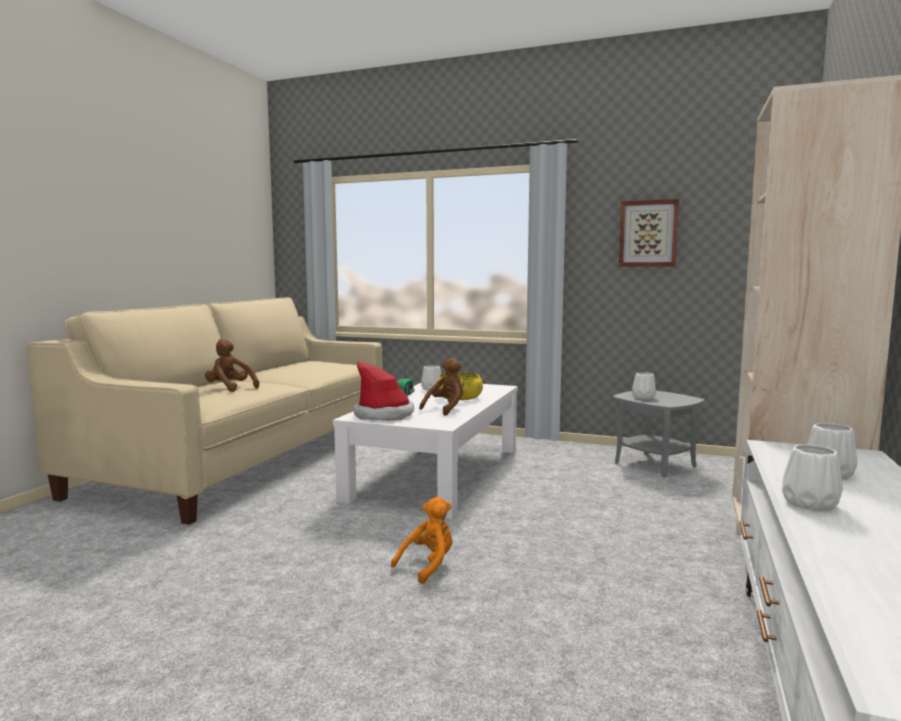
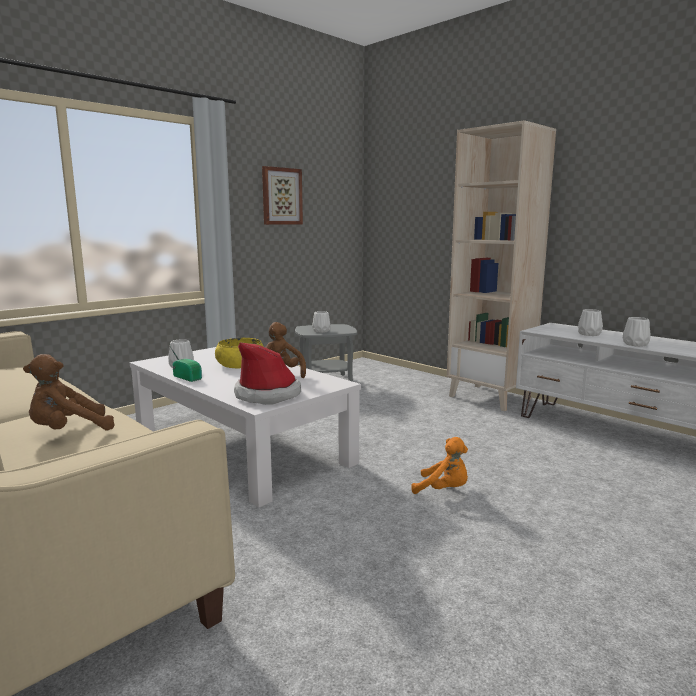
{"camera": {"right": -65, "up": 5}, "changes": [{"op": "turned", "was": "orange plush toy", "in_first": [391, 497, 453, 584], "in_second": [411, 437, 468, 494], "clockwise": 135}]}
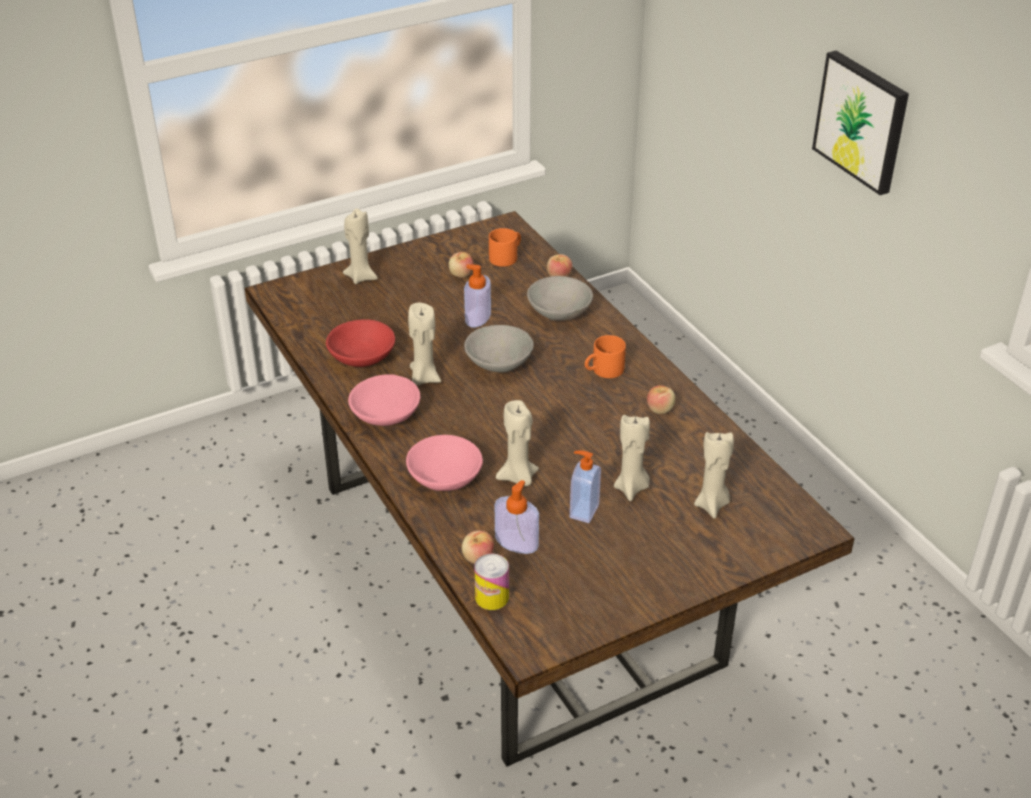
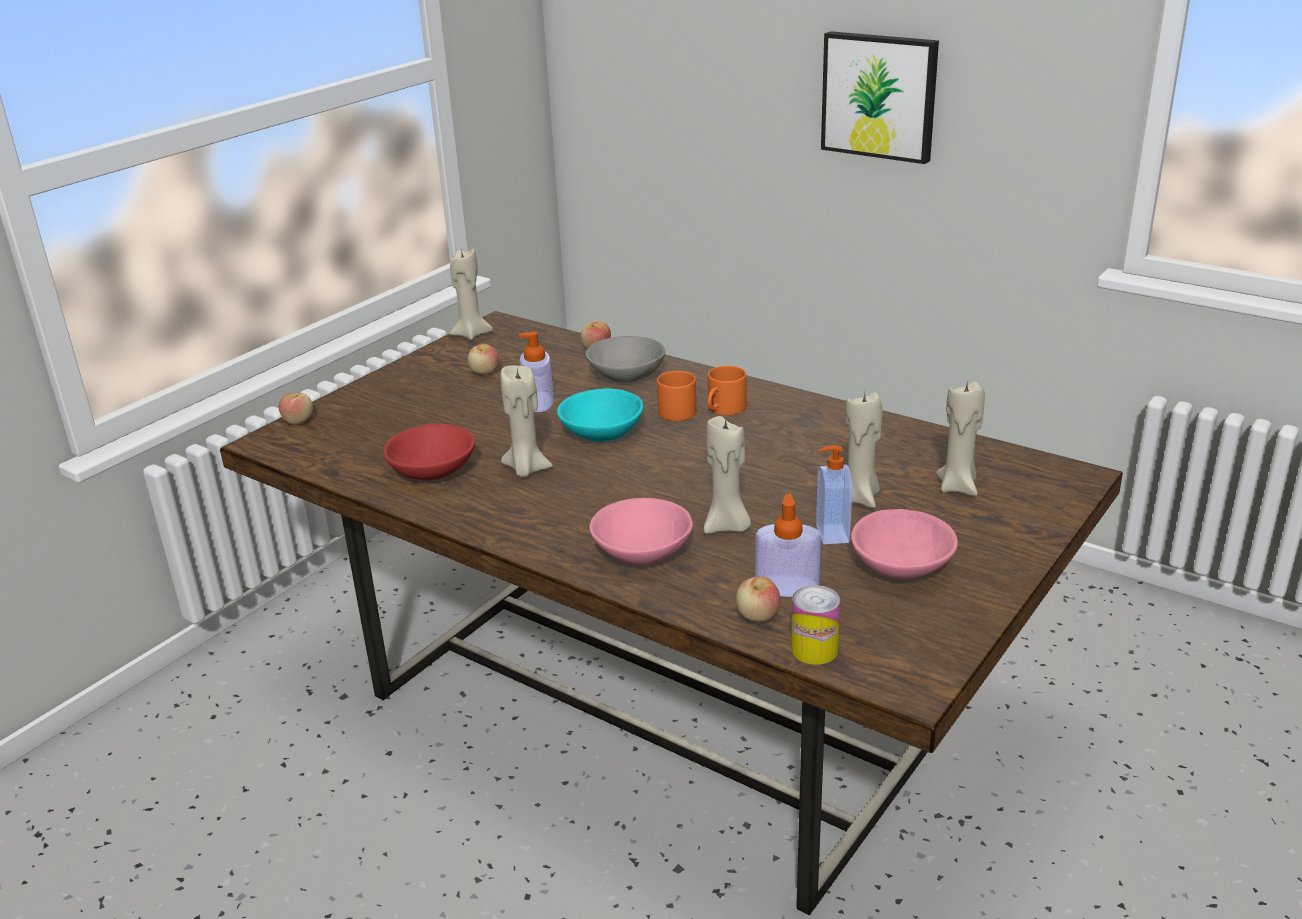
{"camera": {"right": -25, "up": -10}, "changes": [{"op": "moved", "was": "beige candle", "in_first": [343, 208, 378, 284], "in_second": [449, 249, 493, 340]}, {"op": "moved", "was": "pink bowl", "in_first": [348, 374, 420, 426], "in_second": [851, 509, 958, 580]}, {"op": "recoloured", "was": "grey bowl", "now": "turquoise bowl", "in_first": [464, 325, 534, 373], "in_second": [557, 388, 643, 442]}, {"op": "moved", "was": "orange mug", "in_first": [489, 228, 521, 267], "in_second": [657, 371, 696, 421]}, {"op": "moved", "was": "apple", "in_first": [647, 385, 675, 414], "in_second": [279, 393, 313, 425]}]}
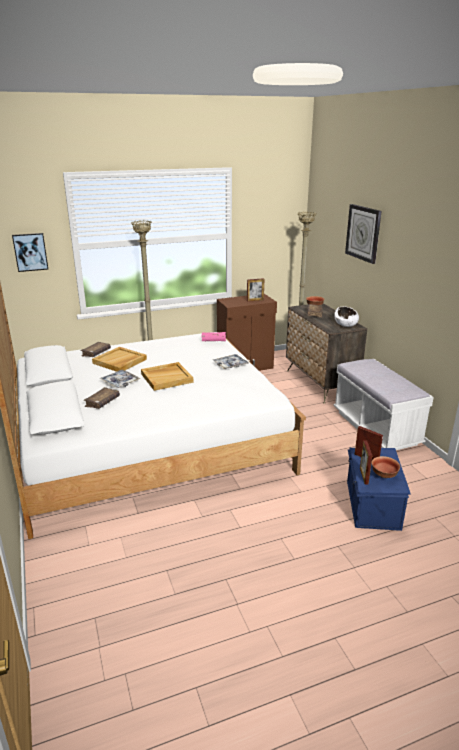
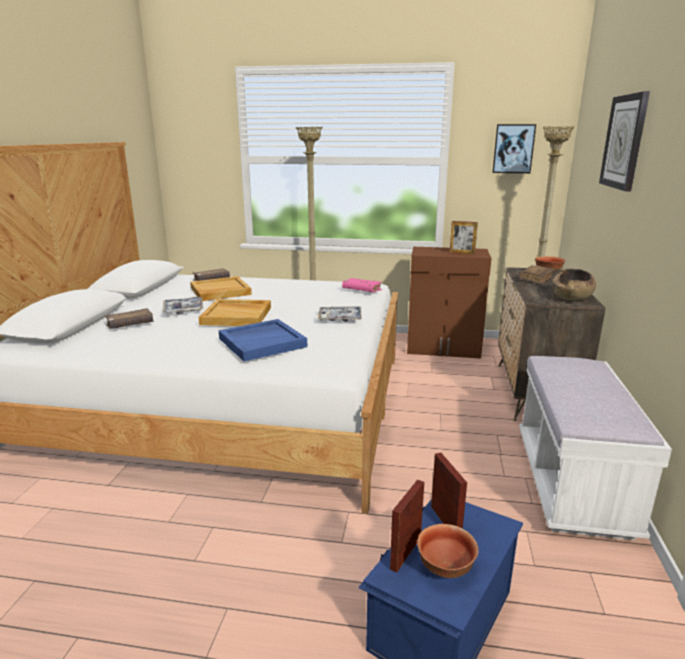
{"camera": {"right": 30, "up": -5}, "changes": [{"op": "moved", "was": "picture", "in_first": [12, 233, 48, 272], "in_second": [492, 124, 536, 173]}, {"op": "recoloured", "was": "white bowl", "now": "brown bowl", "in_first": [334, 306, 359, 327], "in_second": [552, 268, 596, 300]}, {"op": "added", "now": "blue tray", "in_second": [219, 319, 307, 361]}]}
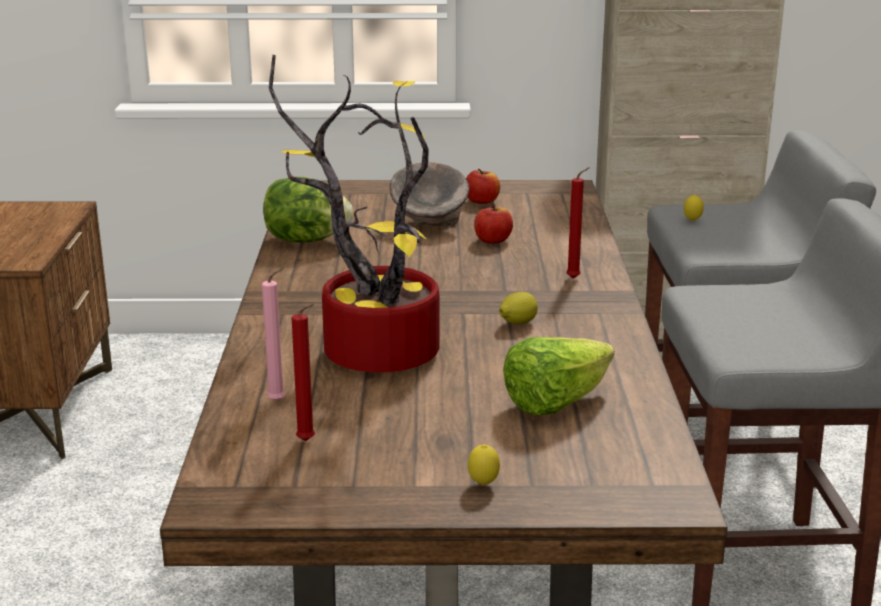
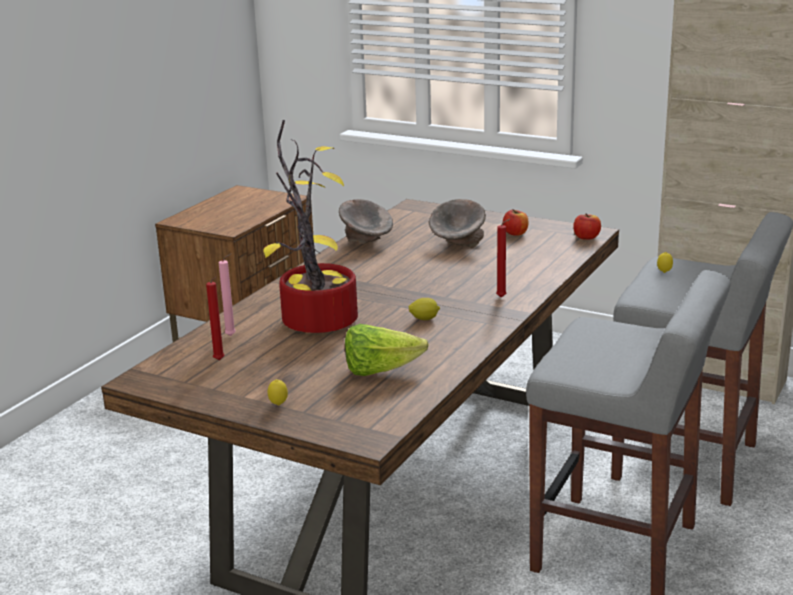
{"camera": {"right": 30, "up": 0}, "changes": [{"op": "replaced", "was": "lettuce", "now": "grey bowl", "in_first": [263, 177, 353, 242], "in_second": [339, 199, 393, 244]}, {"op": "moved", "was": "apple", "in_first": [474, 206, 513, 244], "in_second": [573, 214, 601, 240]}]}
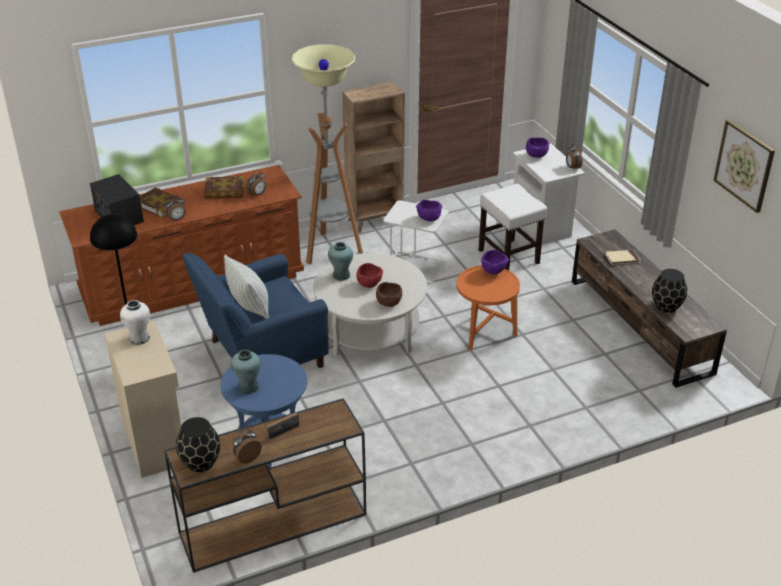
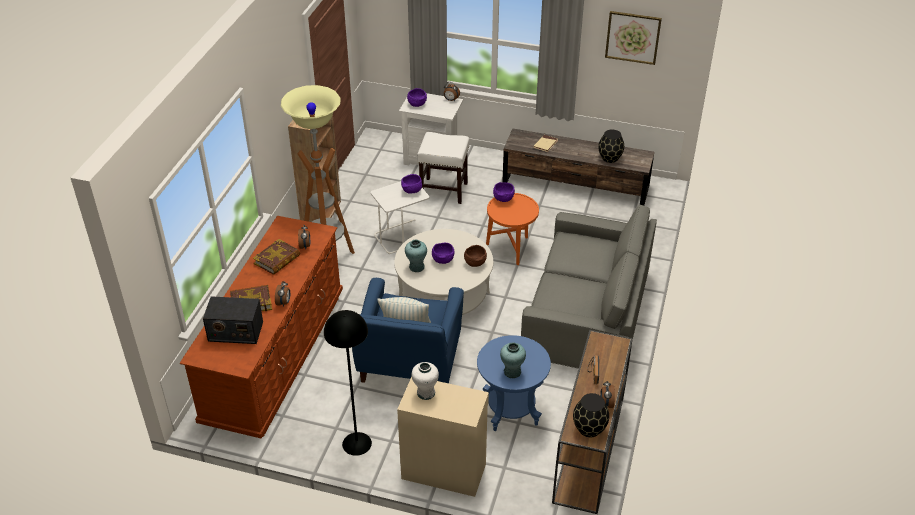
{"camera": {"right": -50, "up": 5}, "changes": [{"op": "recoloured", "was": "red bowl", "now": "purple bowl", "in_first": [356, 263, 383, 288], "in_second": [432, 243, 454, 264]}, {"op": "added", "now": "grey sofa", "in_second": [521, 205, 657, 371]}]}
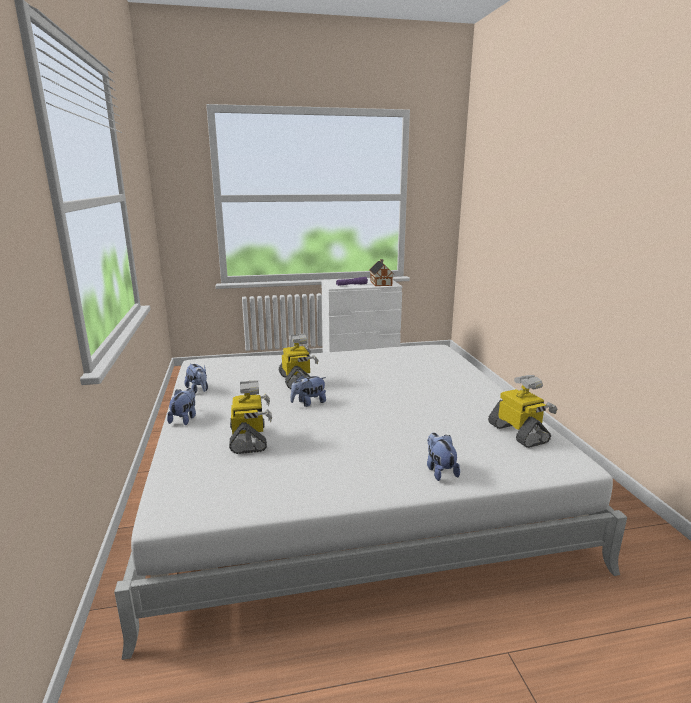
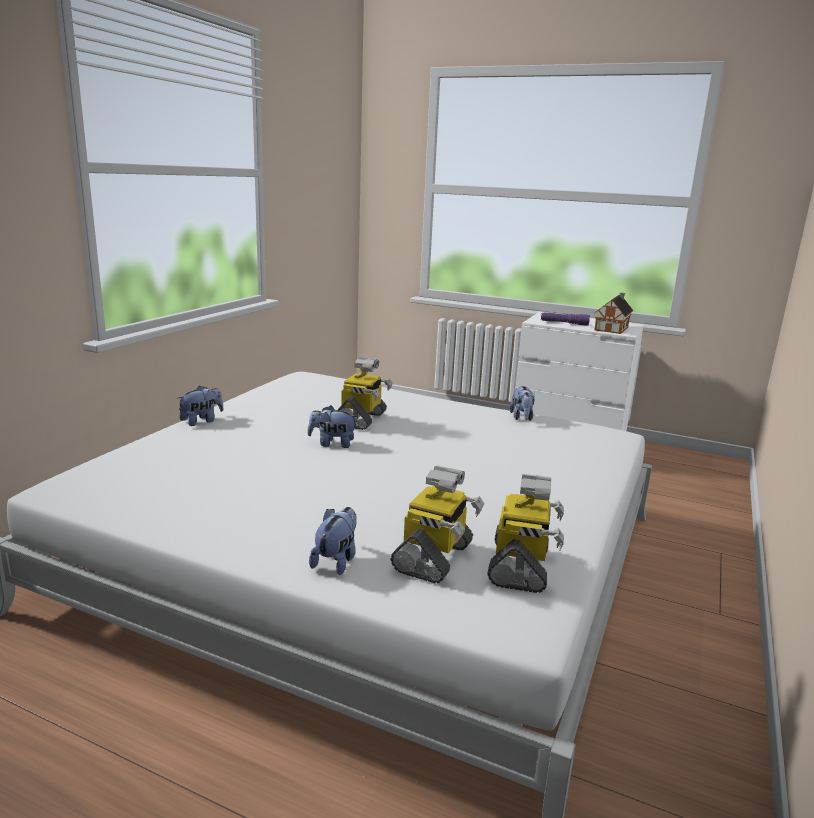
{"camera": {"right": 35, "up": 0}, "changes": [{"op": "moved", "was": "plush toy", "in_first": [185, 364, 208, 393], "in_second": [509, 386, 535, 421]}, {"op": "moved", "was": "toy robot", "in_first": [229, 380, 272, 454], "in_second": [391, 466, 484, 584]}]}
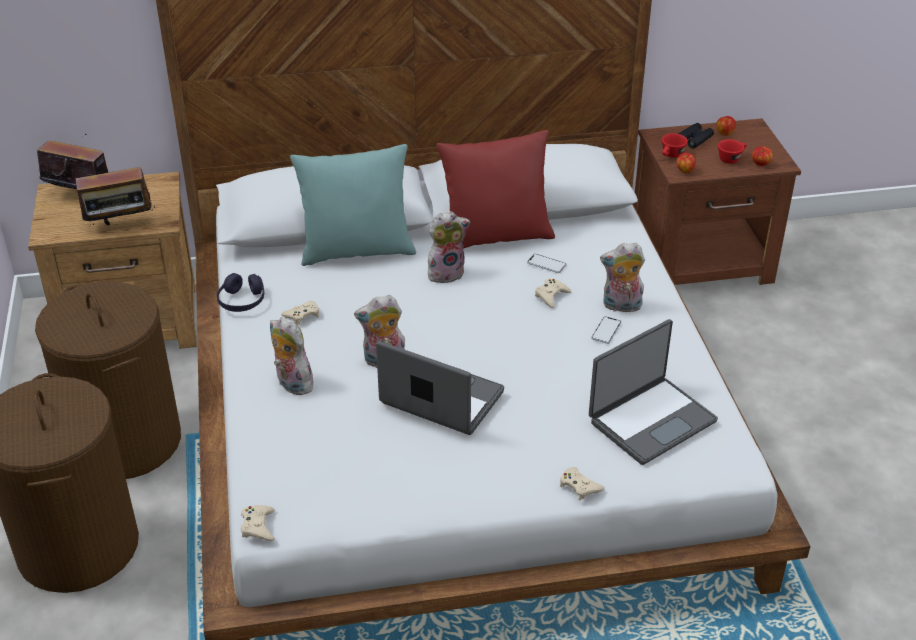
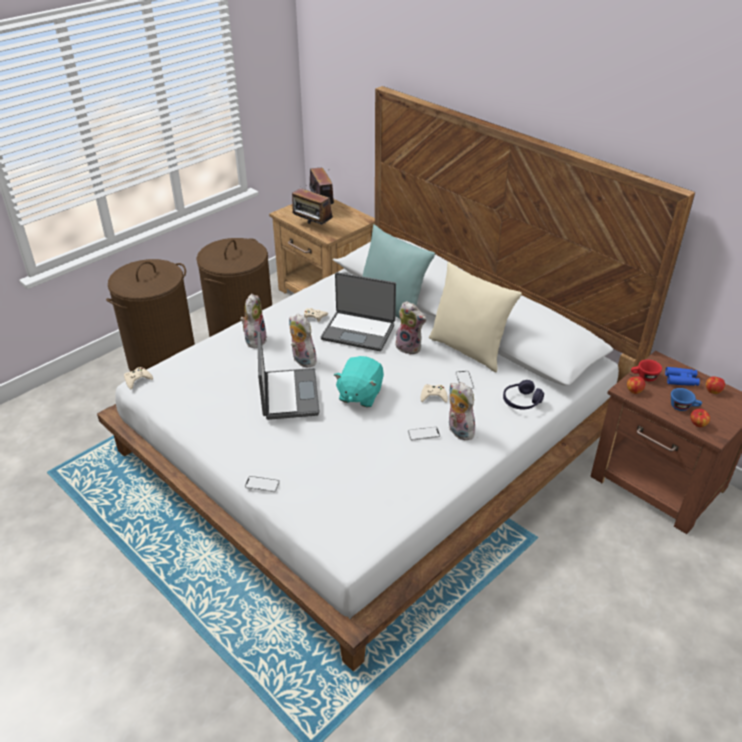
{"camera": {"right": 55, "up": 0}, "changes": [{"op": "moved", "was": "purple headphones", "in_first": [217, 273, 264, 312], "in_second": [503, 380, 544, 409]}, {"op": "recoloured", "was": "red pillow", "now": "beige pillow", "in_first": [437, 130, 555, 249], "in_second": [429, 262, 522, 373]}, {"op": "replaced", "was": "beige game controller", "now": "phone", "in_first": [560, 467, 605, 500], "in_second": [245, 476, 280, 492]}, {"op": "moved", "was": "laptop", "in_first": [589, 319, 718, 465], "in_second": [321, 272, 396, 351]}, {"op": "recoloured", "was": "black binoculars", "now": "blue binoculars", "in_first": [678, 123, 714, 149], "in_second": [665, 367, 700, 386]}, {"op": "recoloured", "was": "red cup", "now": "blue cup", "in_first": [718, 139, 747, 164], "in_second": [671, 388, 702, 411]}, {"op": "added", "now": "turquoise plush toy", "in_second": [334, 356, 384, 408]}]}
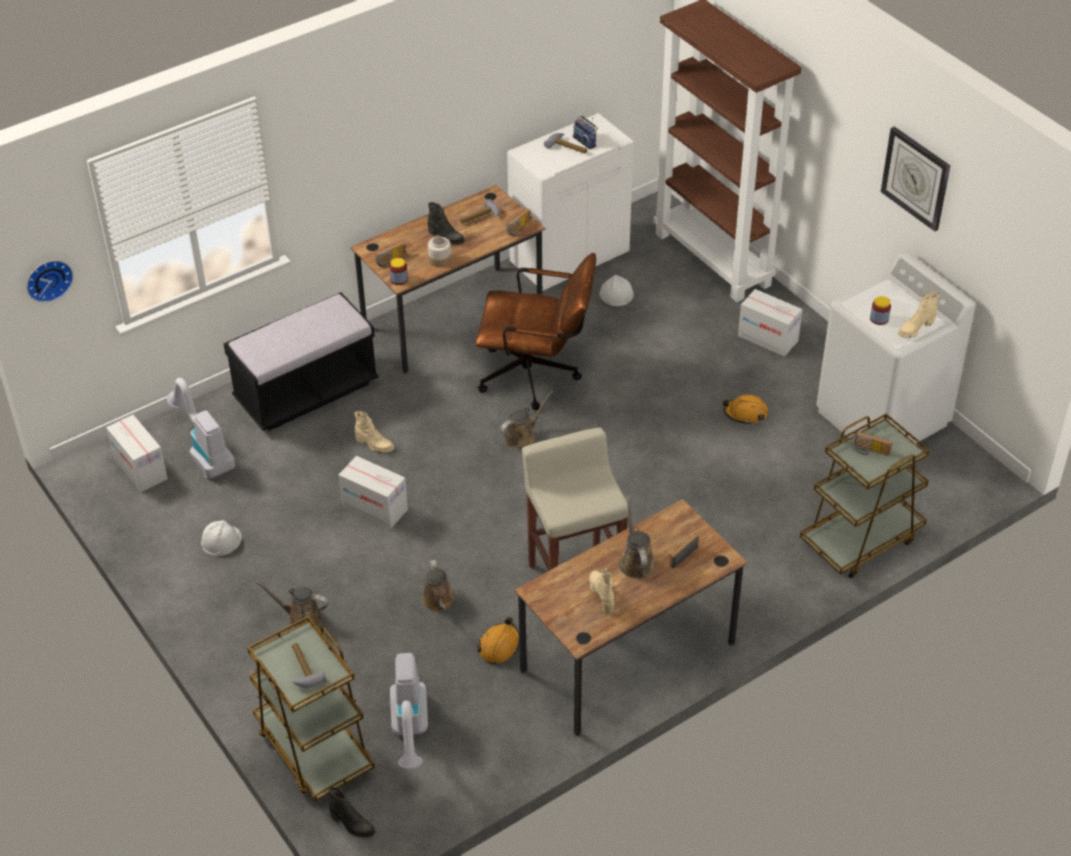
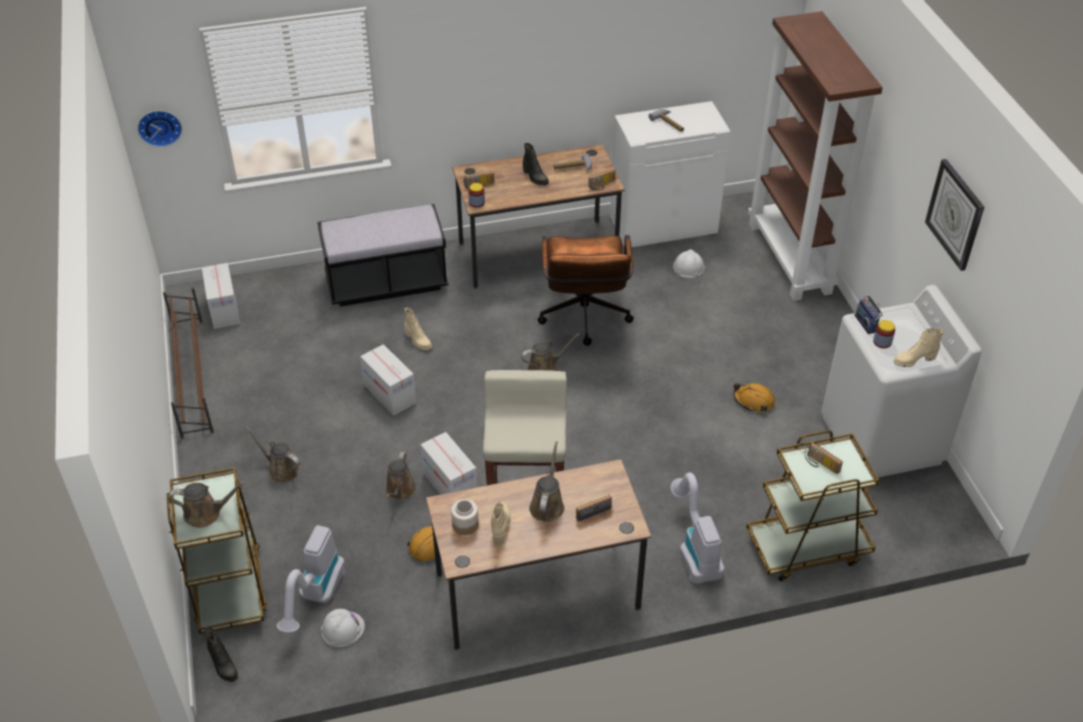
{"camera": {"right": 20, "up": 0}, "changes": [{"op": "moved", "was": "vacuum cleaner", "in_first": [167, 378, 235, 478], "in_second": [671, 472, 724, 583]}, {"op": "moved", "was": "white hard hat", "in_first": [201, 520, 242, 556], "in_second": [321, 609, 365, 647]}, {"op": "replaced", "was": "hammer", "now": "brown watering can", "in_first": [292, 643, 327, 688], "in_second": [168, 481, 246, 528]}, {"op": "moved", "was": "jar", "in_first": [428, 237, 451, 267], "in_second": [451, 499, 479, 535]}, {"op": "turned", "was": "brown office chair", "in_first": [476, 253, 596, 410], "in_second": [538, 235, 634, 346], "clockwise": 60}, {"op": "moved", "was": "radio", "in_first": [573, 114, 598, 149], "in_second": [855, 294, 883, 334]}, {"op": "moved", "was": "cardboard box", "in_first": [738, 289, 802, 356], "in_second": [421, 432, 477, 494]}, {"op": "added", "now": "brown shoe rack", "in_second": [163, 287, 214, 438]}]}
